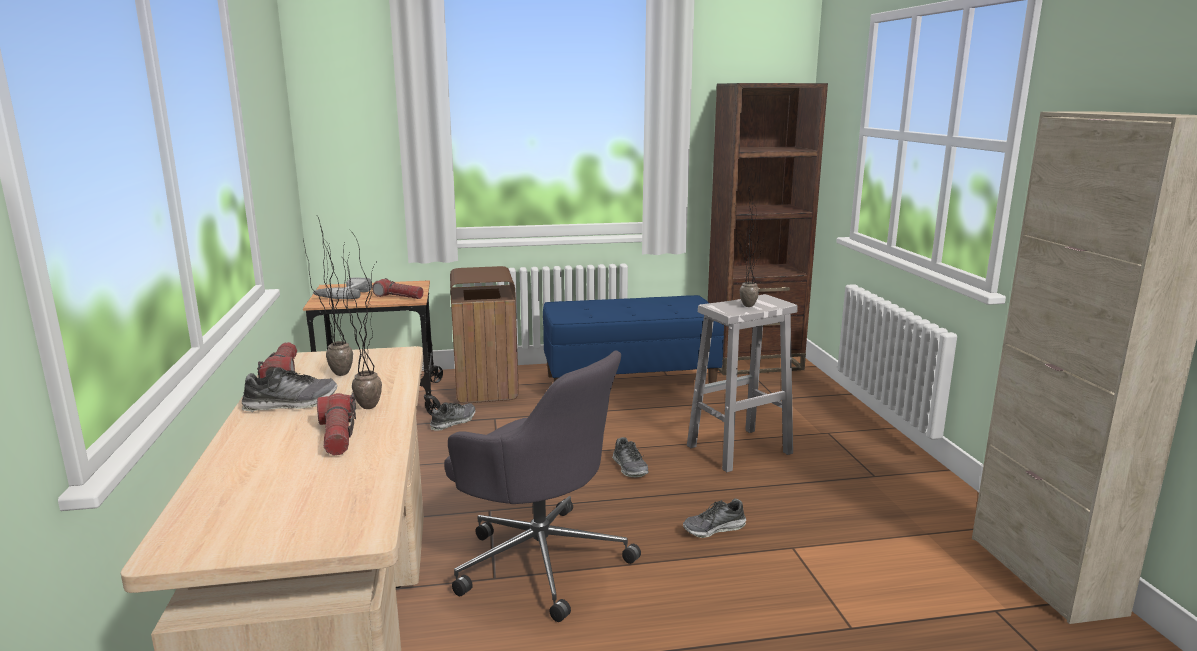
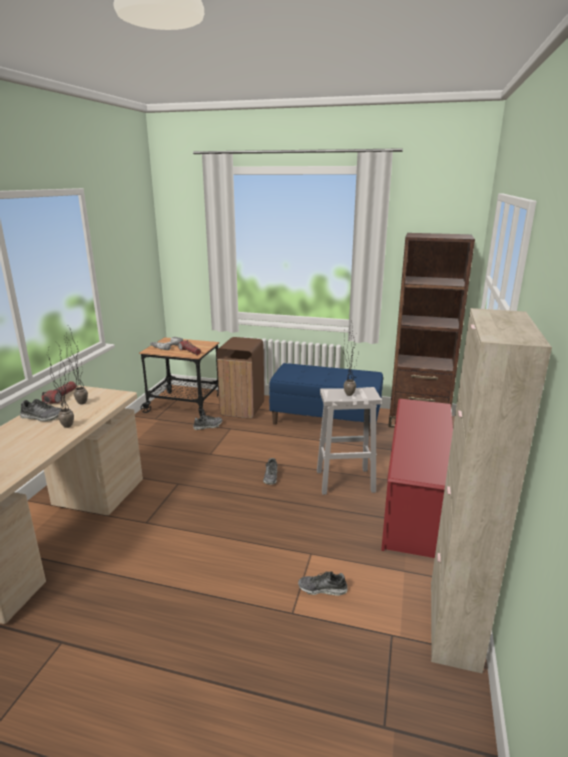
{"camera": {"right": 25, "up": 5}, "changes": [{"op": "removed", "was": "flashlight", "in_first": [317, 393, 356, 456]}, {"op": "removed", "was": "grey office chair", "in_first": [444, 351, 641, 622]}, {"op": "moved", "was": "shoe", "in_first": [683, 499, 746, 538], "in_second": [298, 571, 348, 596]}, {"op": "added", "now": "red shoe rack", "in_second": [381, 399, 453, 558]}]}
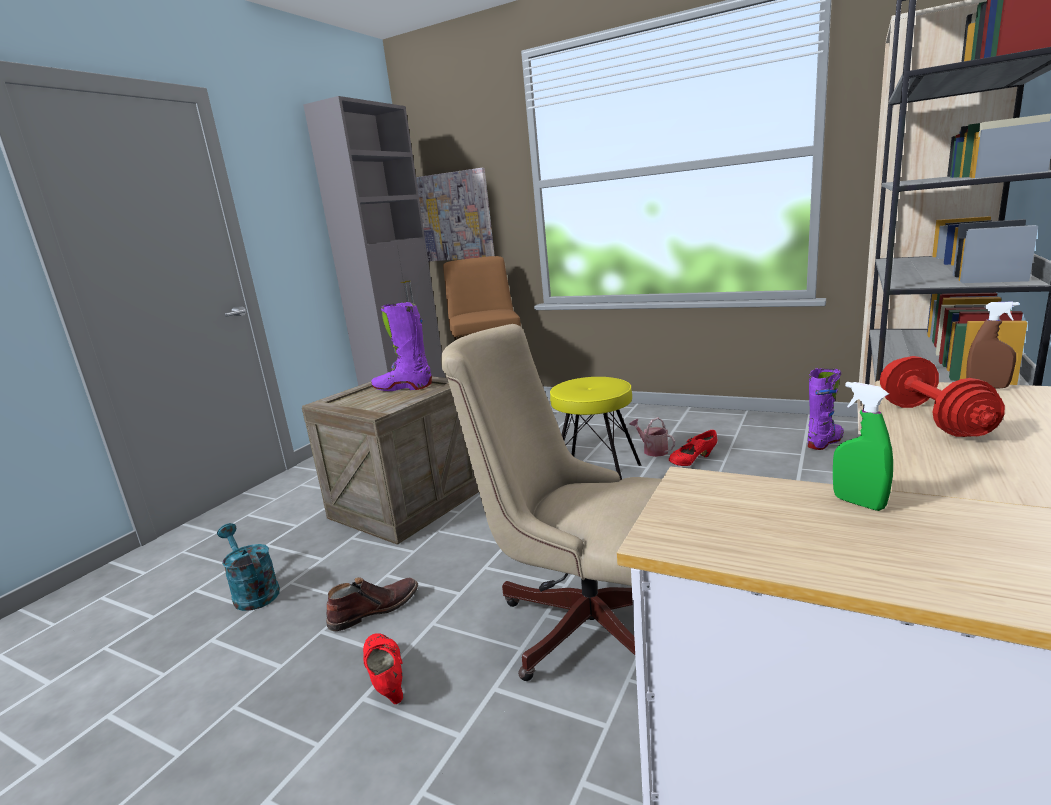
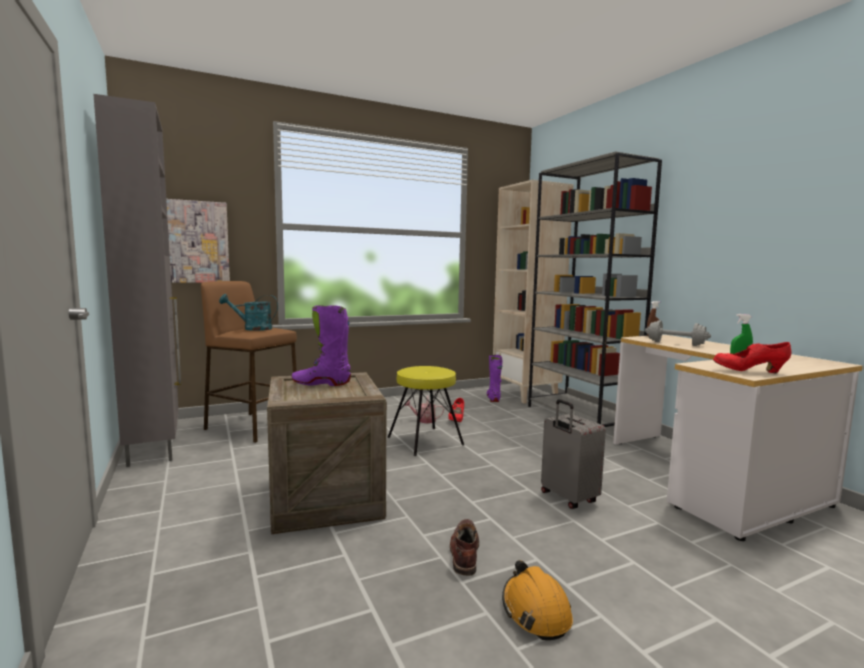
{"camera": {"right": -55, "up": -10}, "changes": [{"op": "moved", "was": "turquoise watering can", "in_first": [217, 523, 280, 611], "in_second": [219, 294, 278, 331]}, {"op": "moved", "was": "red shoe", "in_first": [363, 633, 403, 704], "in_second": [713, 342, 792, 373]}, {"op": "turned", "was": "purple boot", "in_first": [371, 302, 432, 391], "in_second": [291, 305, 351, 386], "clockwise": 45}, {"op": "replaced", "was": "beige office chair", "now": "grey suitcase", "in_first": [441, 324, 662, 681], "in_second": [541, 399, 606, 509]}, {"op": "recoloured", "was": "red dumbbell", "now": "grey dumbbell", "in_first": [880, 356, 1005, 437], "in_second": [645, 320, 711, 346]}, {"op": "added", "now": "orange hard hat", "in_second": [502, 560, 573, 640]}]}
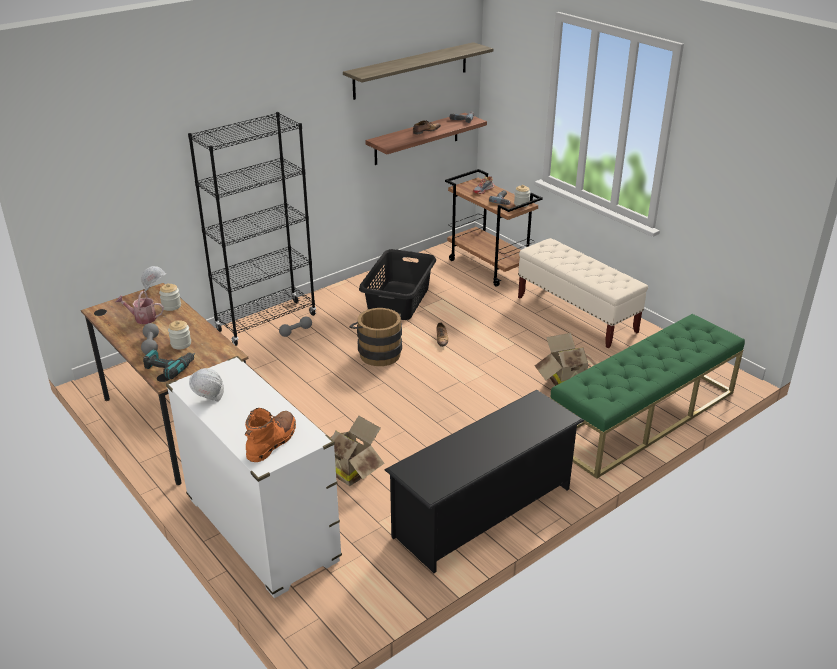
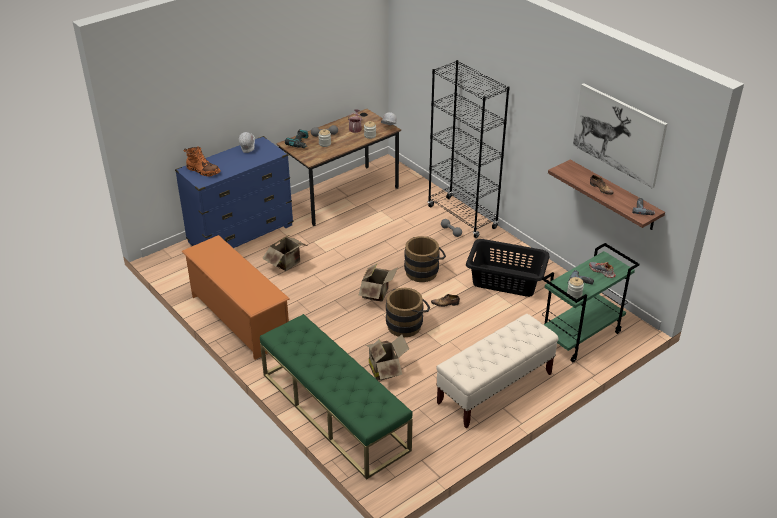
{"camera": {"right": 90, "up": 5}, "changes": [{"op": "recoloured", "was": "white dresser", "now": "blue dresser", "in_first": [166, 356, 342, 598], "in_second": [175, 136, 294, 248]}, {"op": "replaced", "was": "shelf", "now": "picture", "in_first": [343, 42, 493, 100], "in_second": [573, 83, 667, 188]}, {"op": "recoloured", "was": "black shoe rack", "now": "orange shoe rack", "in_first": [385, 390, 584, 573], "in_second": [181, 235, 290, 360]}, {"op": "recoloured", "was": "brown cart", "now": "green cart", "in_first": [445, 169, 543, 286], "in_second": [542, 243, 640, 362]}, {"op": "added", "now": "cardboard box", "in_second": [359, 264, 398, 302]}, {"op": "added", "now": "brown bucket", "in_second": [386, 288, 430, 337]}]}
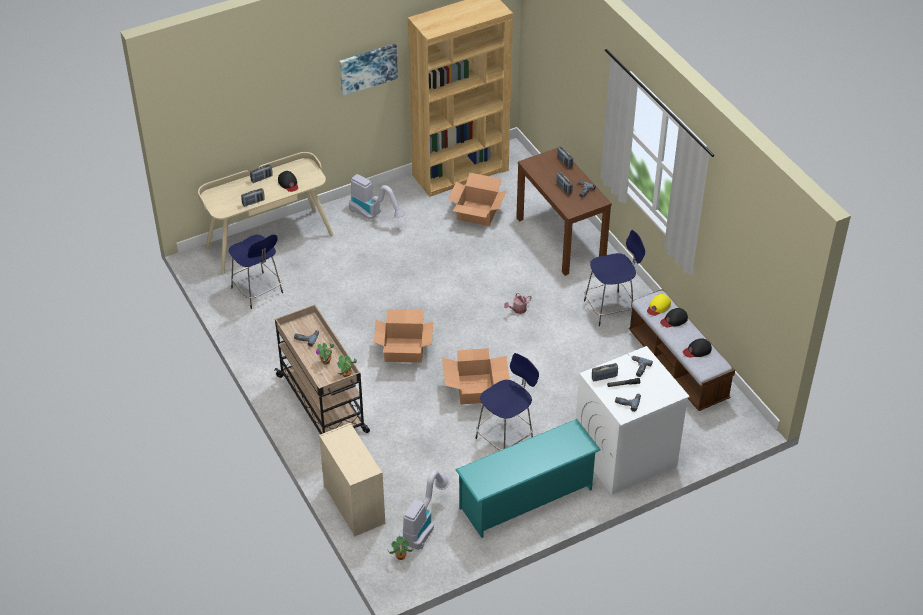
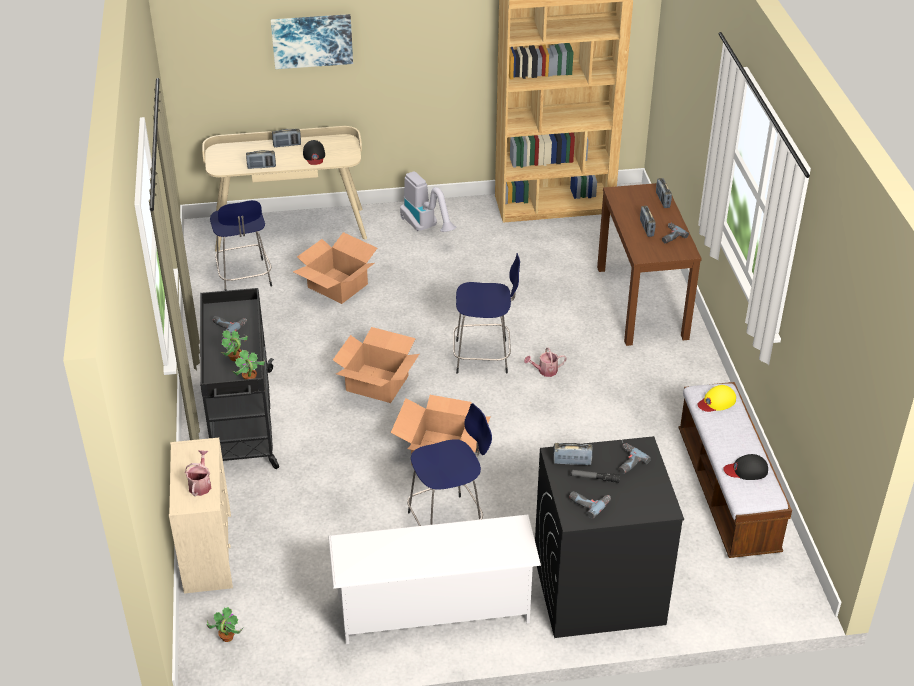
{"camera": {"right": 20, "up": -5}, "changes": [{"op": "recoloured", "was": "beige cart", "now": "black cart", "in_first": [274, 304, 370, 435], "in_second": [200, 288, 279, 469]}, {"op": "moved", "was": "picture", "in_first": [339, 44, 398, 96], "in_second": [271, 14, 353, 69]}, {"op": "removed", "was": "vacuum cleaner", "in_first": [399, 470, 450, 550]}, {"op": "moved", "was": "cardboard box", "in_first": [448, 173, 507, 226], "in_second": [293, 232, 377, 304]}, {"op": "recoloured", "was": "turquoise shoe rack", "now": "white shoe rack", "in_first": [455, 419, 601, 538], "in_second": [328, 515, 541, 644]}, {"op": "recoloured", "was": "white washing machine", "now": "black washing machine", "in_first": [576, 346, 690, 495], "in_second": [535, 436, 684, 638]}, {"op": "moved", "was": "blue stool", "in_first": [584, 230, 645, 326], "in_second": [453, 253, 520, 374]}, {"op": "removed", "was": "black cap", "in_first": [660, 308, 688, 327]}, {"op": "added", "now": "watering can", "in_second": [185, 450, 211, 496]}]}
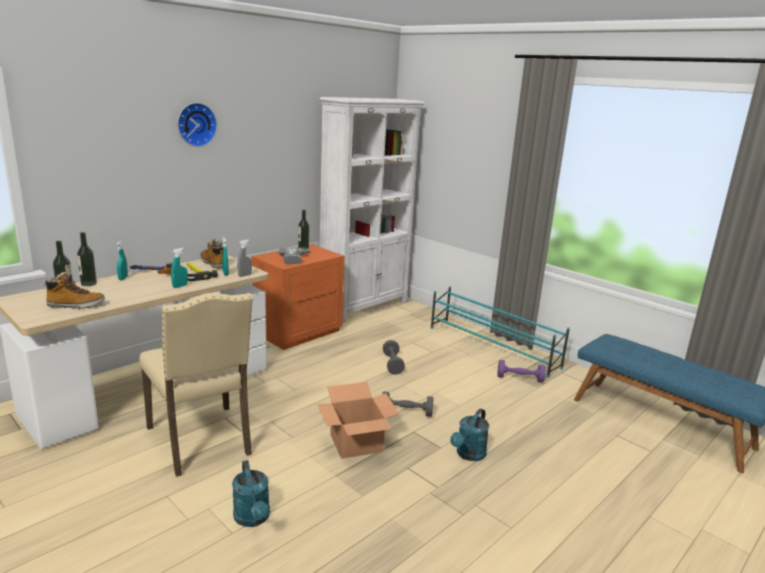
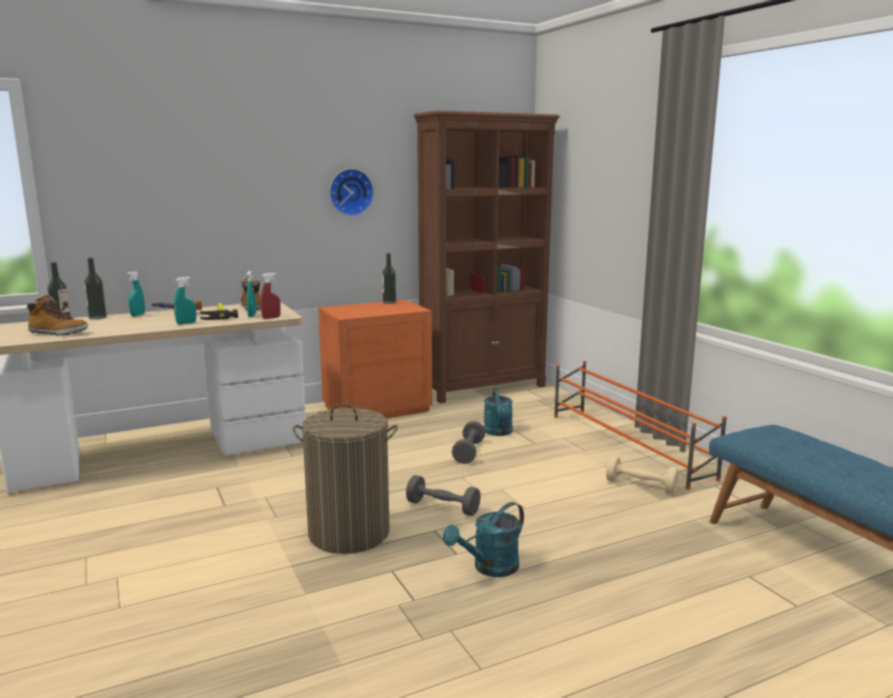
{"camera": {"right": 20, "up": -5}, "changes": [{"op": "removed", "was": "beige chair", "in_first": [139, 293, 253, 477]}, {"op": "moved", "was": "wall clock", "in_first": [178, 103, 217, 147], "in_second": [329, 169, 374, 216]}, {"op": "moved", "was": "turquoise watering can", "in_first": [232, 460, 270, 527], "in_second": [484, 388, 513, 436]}, {"op": "recoloured", "was": "grey spray bottle", "now": "red spray bottle", "in_first": [237, 240, 252, 277], "in_second": [260, 273, 281, 319]}, {"op": "removed", "was": "power drill", "in_first": [279, 248, 311, 264]}, {"op": "replaced", "was": "cardboard box", "now": "laundry basket", "in_first": [317, 382, 399, 459], "in_second": [293, 403, 398, 554]}, {"op": "recoloured", "was": "white bookcase", "now": "brown bookcase", "in_first": [320, 97, 425, 323], "in_second": [413, 111, 560, 403]}, {"op": "recoloured", "was": "turquoise shoe rack", "now": "orange shoe rack", "in_first": [431, 286, 570, 378], "in_second": [554, 361, 727, 489]}, {"op": "recoloured", "was": "purple dumbbell", "now": "beige dumbbell", "in_first": [497, 360, 545, 383], "in_second": [606, 455, 679, 494]}]}
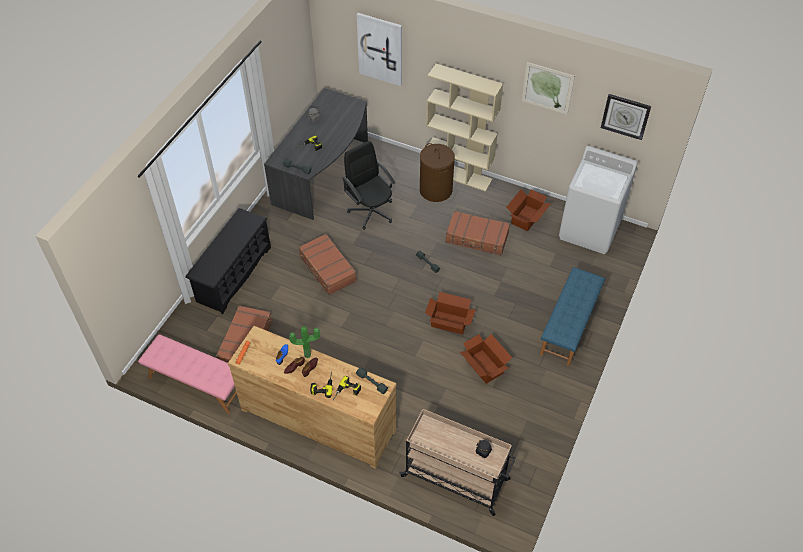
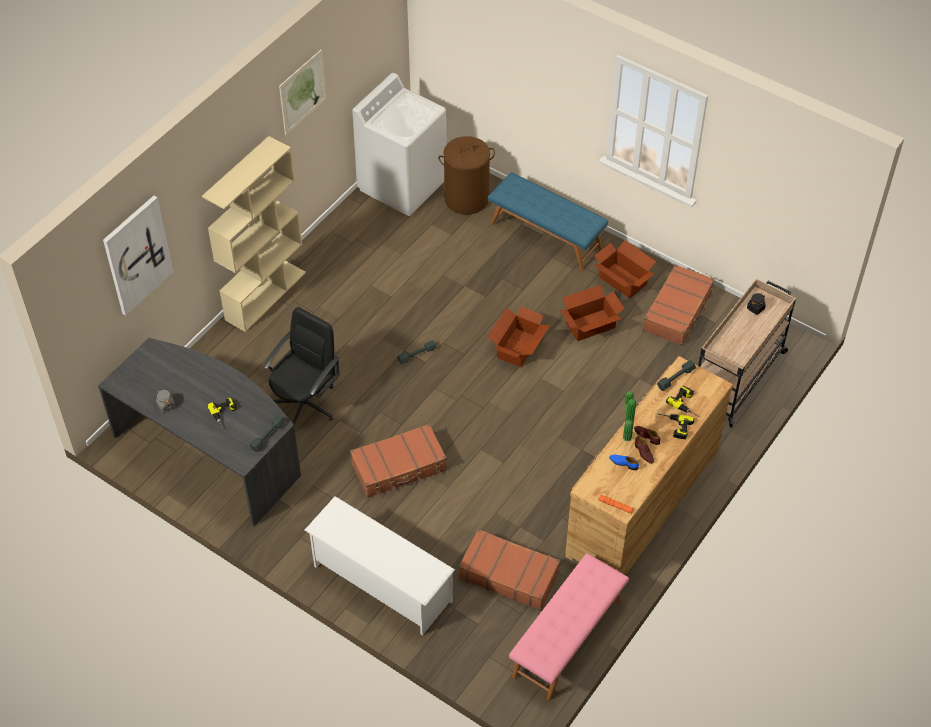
{"camera": {"right": -80, "up": 0}, "changes": [{"op": "recoloured", "was": "black shoe rack", "now": "white shoe rack", "in_first": [185, 208, 271, 314], "in_second": [305, 496, 455, 636]}, {"op": "turned", "was": "black office chair", "in_first": [342, 141, 395, 230], "in_second": [263, 307, 340, 430], "clockwise": 150}, {"op": "moved", "was": "brown laundry basket", "in_first": [420, 143, 455, 202], "in_second": [439, 136, 495, 215]}, {"op": "moved", "was": "brown suitcase", "in_first": [445, 211, 510, 256], "in_second": [643, 264, 714, 346]}, {"op": "moved", "was": "cardboard box", "in_first": [506, 189, 551, 231], "in_second": [594, 240, 656, 298]}, {"op": "removed", "was": "wall clock", "in_first": [601, 94, 651, 140]}]}
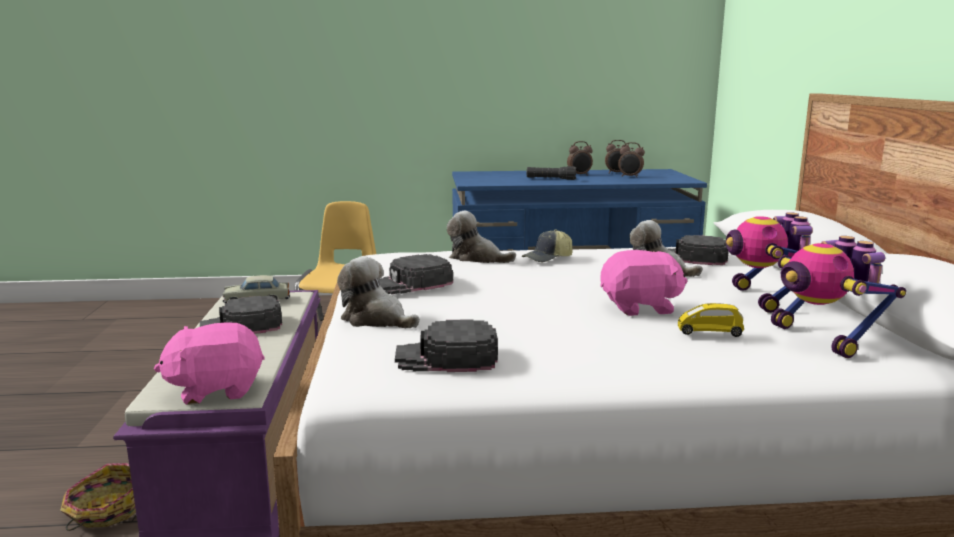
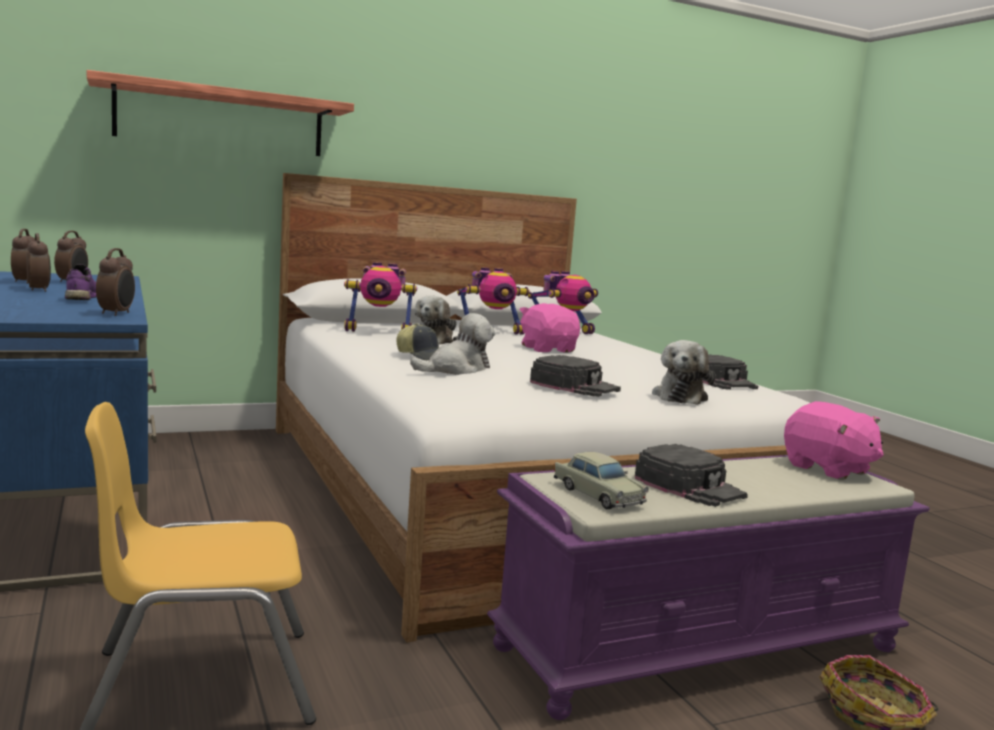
{"camera": {"right": -110, "up": -5}, "changes": [{"op": "turned", "was": "plush toy", "in_first": [447, 211, 516, 263], "in_second": [410, 313, 495, 375], "clockwise": -120}, {"op": "replaced", "was": "black flashlight", "now": "purple shoe", "in_first": [527, 166, 576, 180], "in_second": [65, 264, 97, 300]}, {"op": "replaced", "was": "black cap", "now": "toy robot", "in_first": [667, 235, 729, 265], "in_second": [344, 262, 417, 332]}, {"op": "removed", "was": "yellow toy car", "in_first": [678, 303, 744, 337]}, {"op": "added", "now": "shelf", "in_second": [87, 70, 354, 156]}, {"op": "added", "now": "alarm clock", "in_second": [96, 248, 135, 316]}]}
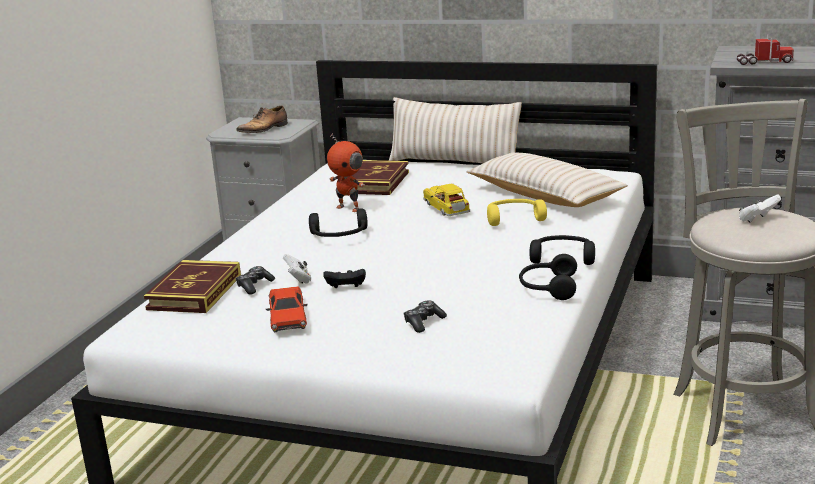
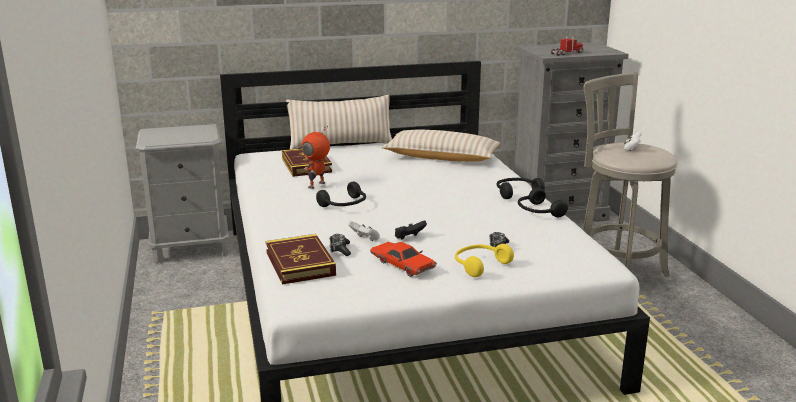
{"camera": {"right": -35, "up": 0}, "changes": [{"op": "removed", "was": "shoe", "in_first": [236, 105, 288, 133]}, {"op": "turned", "was": "toy robot", "in_first": [327, 133, 365, 212], "in_second": [302, 126, 330, 189], "clockwise": 120}, {"op": "removed", "was": "toy car", "in_first": [423, 183, 470, 216]}, {"op": "moved", "was": "yellow headphones", "in_first": [487, 199, 547, 226], "in_second": [455, 244, 514, 277]}]}
